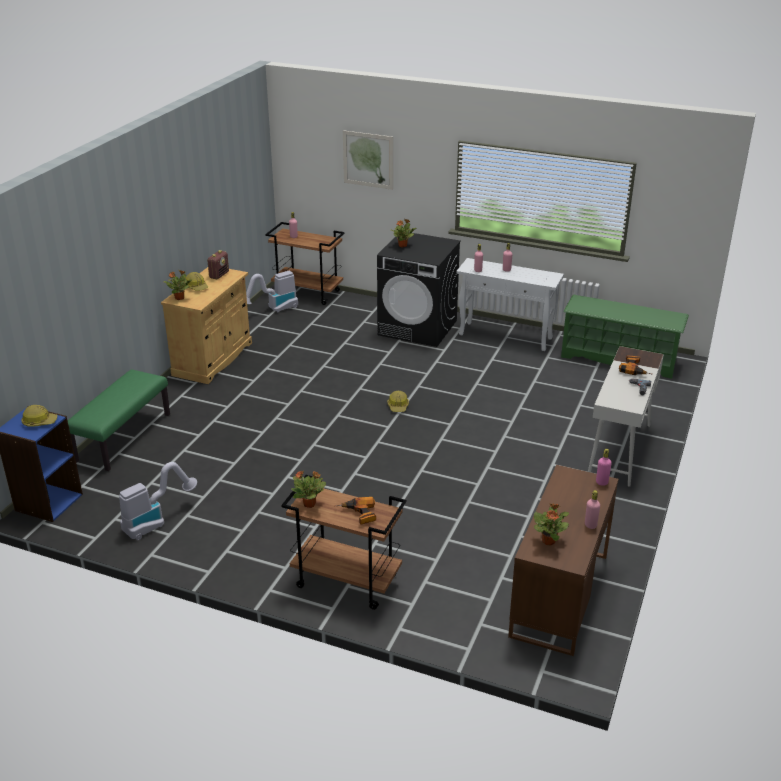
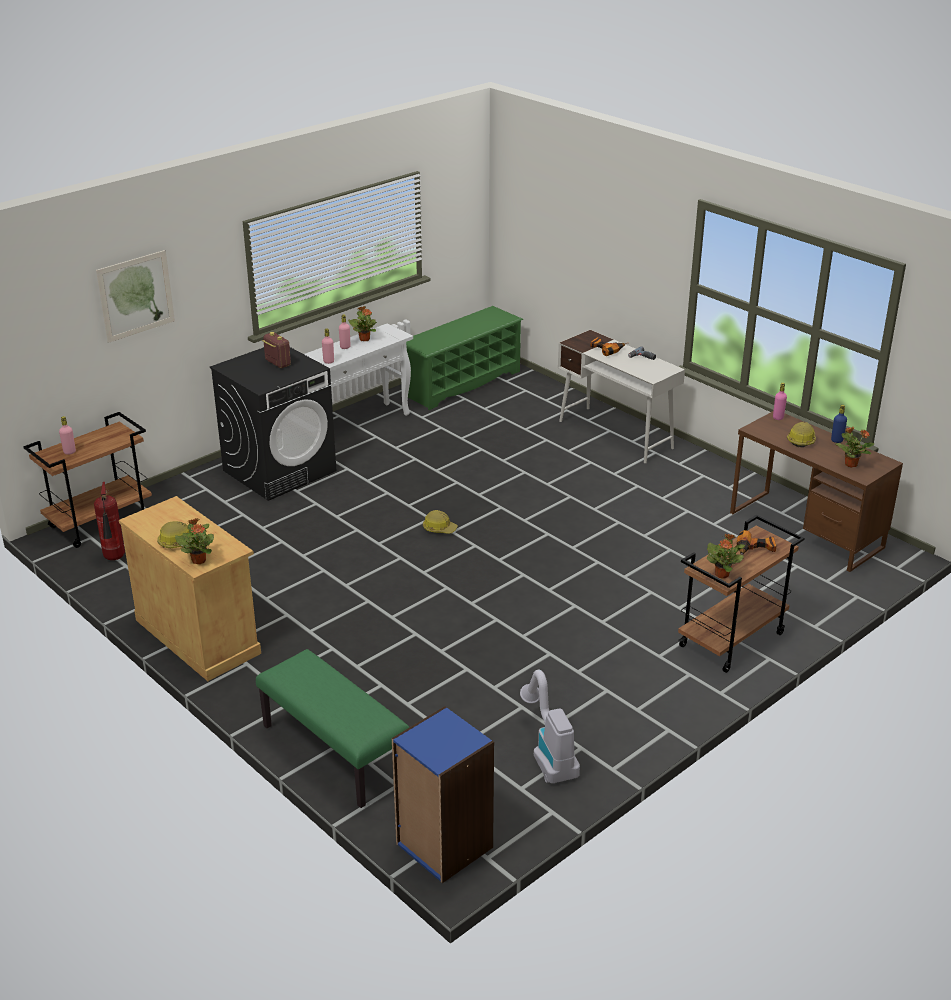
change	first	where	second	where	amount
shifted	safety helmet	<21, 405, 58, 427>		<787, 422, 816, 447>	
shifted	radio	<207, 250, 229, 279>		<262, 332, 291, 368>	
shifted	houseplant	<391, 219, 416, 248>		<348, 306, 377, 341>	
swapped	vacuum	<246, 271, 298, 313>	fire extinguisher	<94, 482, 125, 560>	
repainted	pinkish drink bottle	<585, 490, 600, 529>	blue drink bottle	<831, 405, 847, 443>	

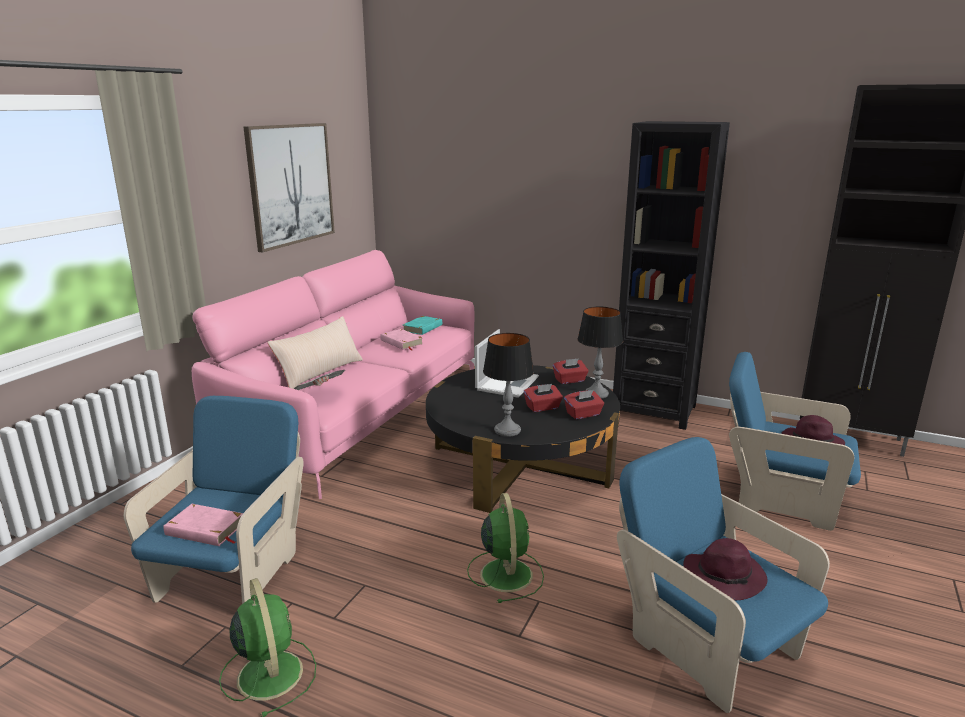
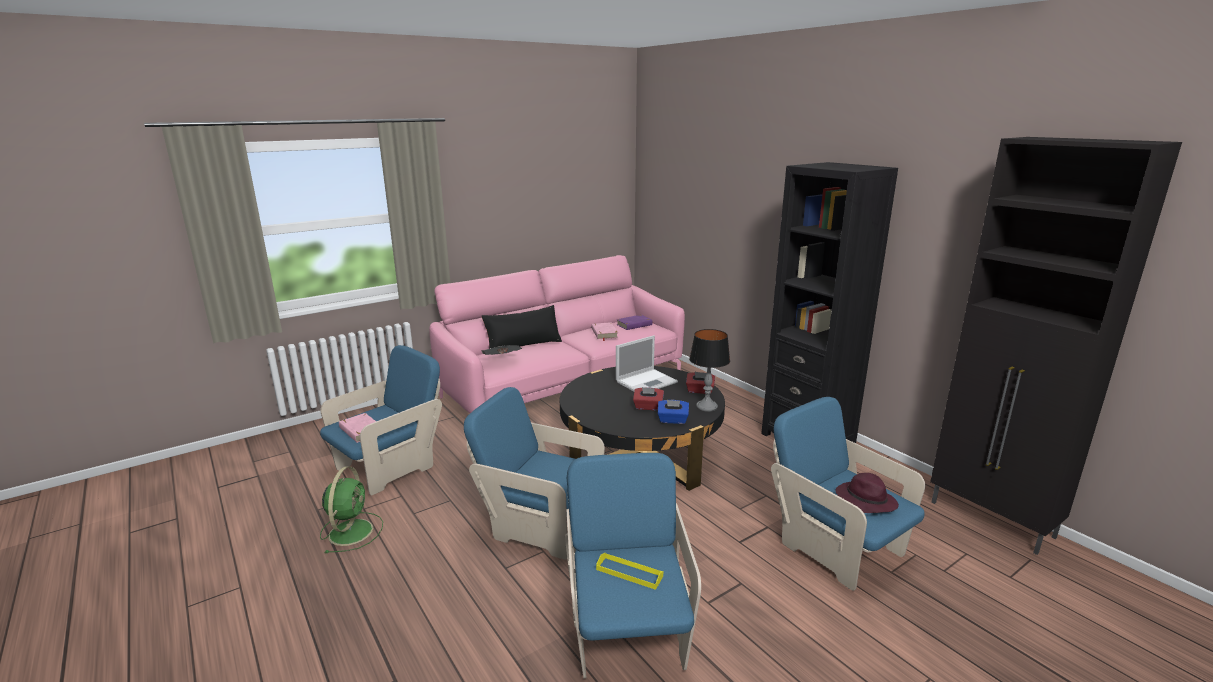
change	first	where	second	where	amount
gone	wall art	<244, 123, 335, 252>			
gone	tabletop lamp	<483, 333, 534, 437>			
swapped	green electric fan	<467, 493, 544, 603>	blue armchair	<464, 387, 605, 560>	
swapped	purplish wearable hat	<683, 538, 767, 600>	yellowish serving tray	<596, 553, 663, 590>	
repainted	beige-coloured throw pillow	<267, 316, 363, 389>	black-coloured throw pillow	<482, 305, 562, 349>	
repainted	turquoise book	<403, 316, 442, 335>	purplish book	<616, 315, 652, 330>	
repainted	red-coloured tissue box	<564, 390, 604, 419>	blue tissue box	<658, 400, 689, 424>	

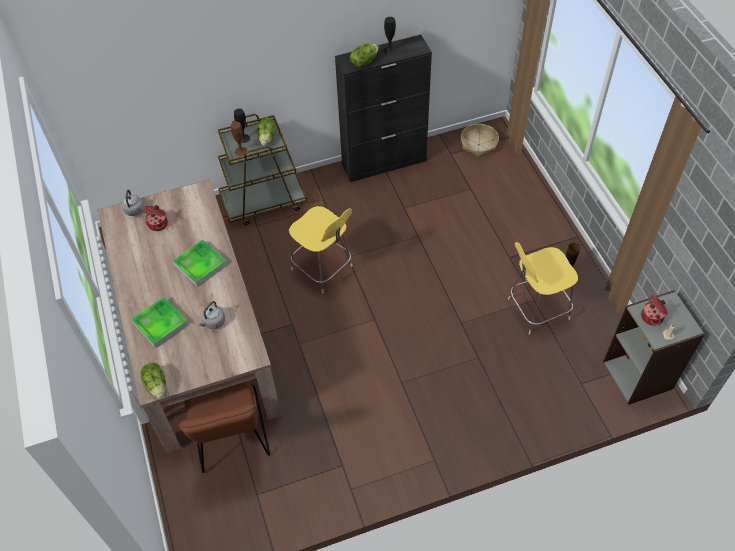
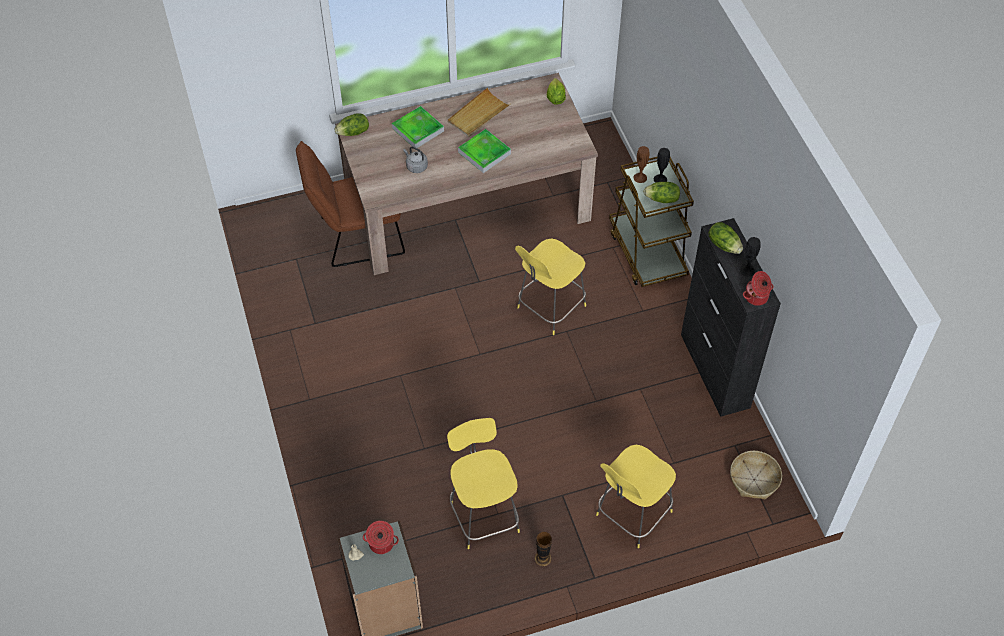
change	first	where	second	where	amount
new			beige-coloured serving tray	<448, 87, 511, 137>	
new			yellowish sitting stool	<596, 445, 676, 548>	
shifted	cooking pot	<144, 205, 168, 231>		<743, 271, 774, 306>	
swapped	gray water kettle	<121, 190, 144, 216>	lettuce	<547, 78, 566, 105>	

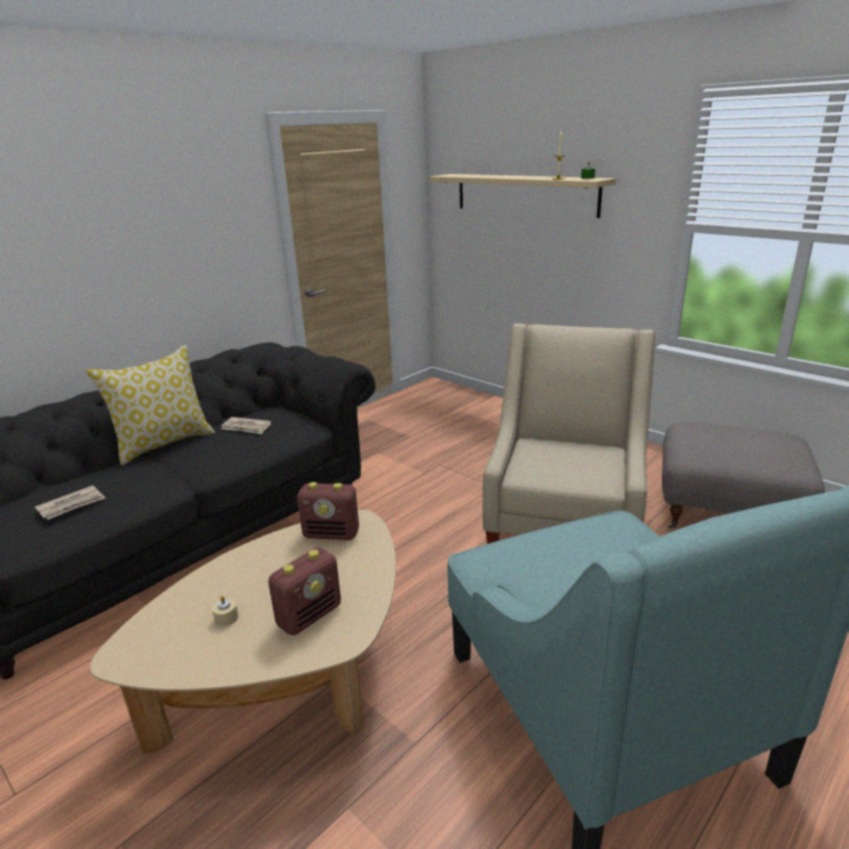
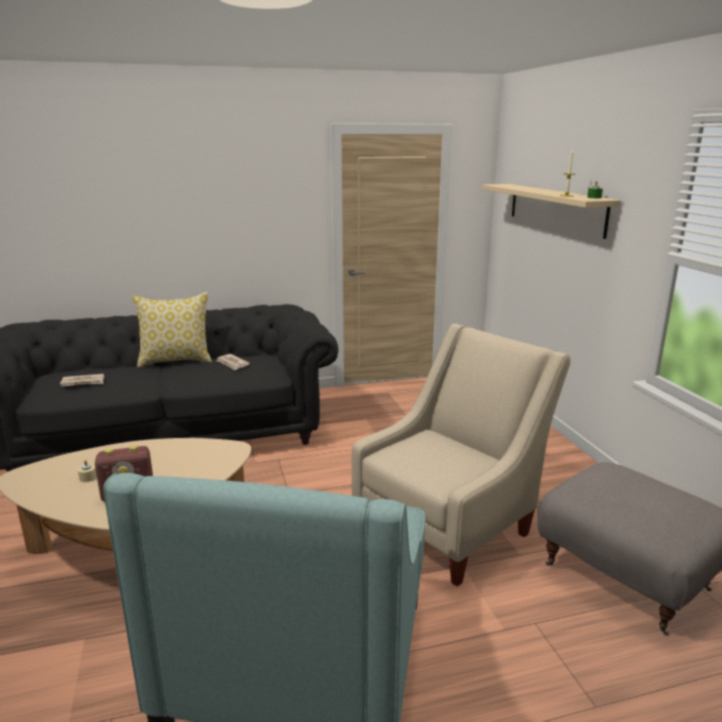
change	first	where	second	where	amount
gone	radio	<297, 482, 359, 540>			

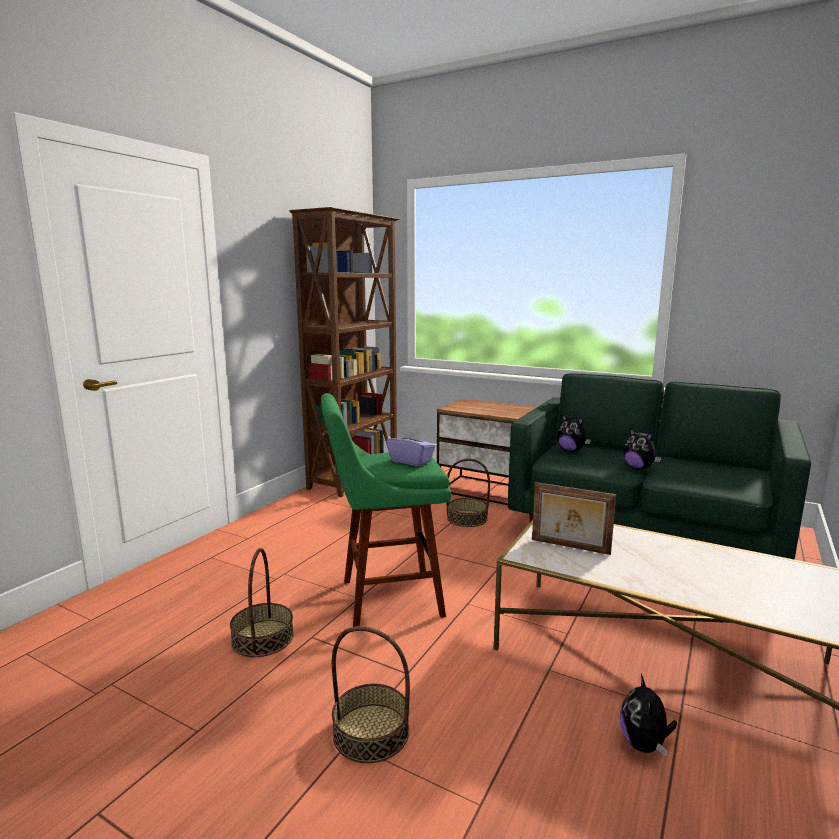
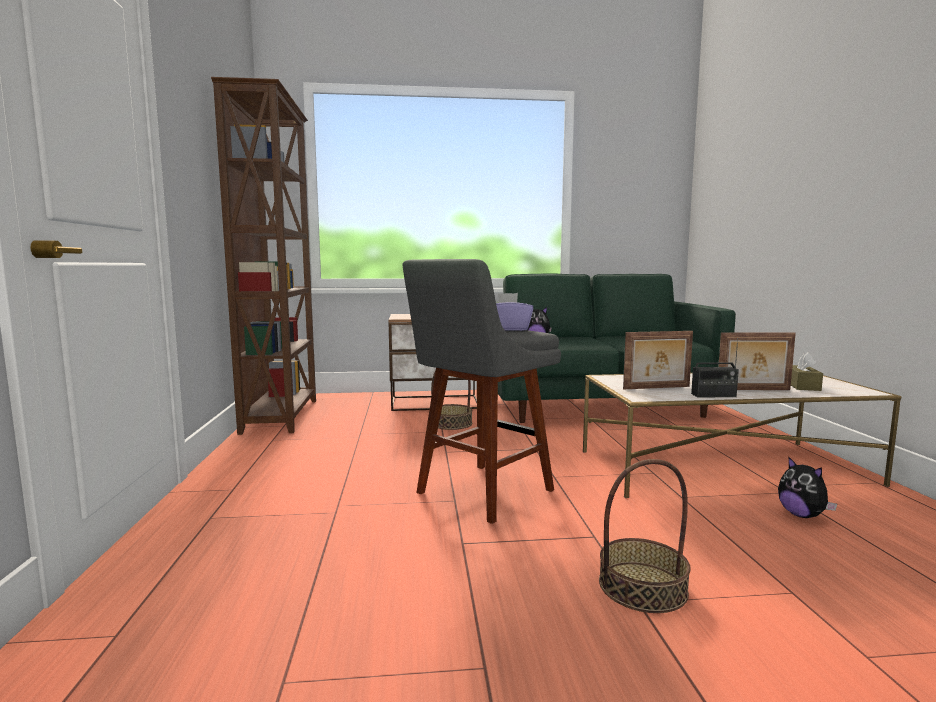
change	first	where	second	where	amount
gone	basket	<230, 548, 294, 657>			
gone	plush toy	<623, 428, 661, 469>			
new			radio	<691, 338, 739, 397>	
new			picture frame	<718, 332, 796, 390>	
new			brown tissue box	<791, 352, 823, 391>	
repainted	green sitting stool	<321, 393, 452, 627>	gray sitting stool	<403, 259, 561, 524>	

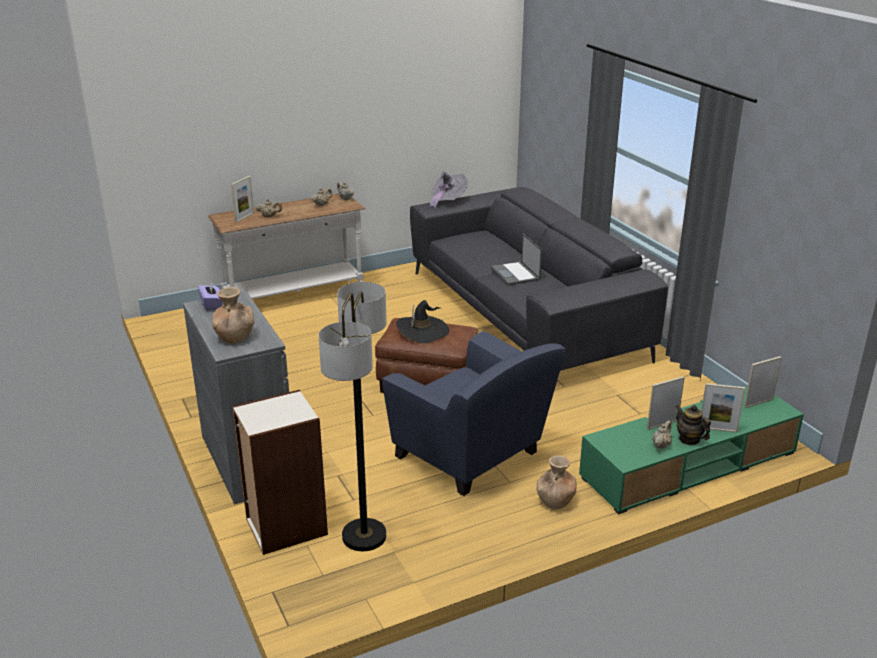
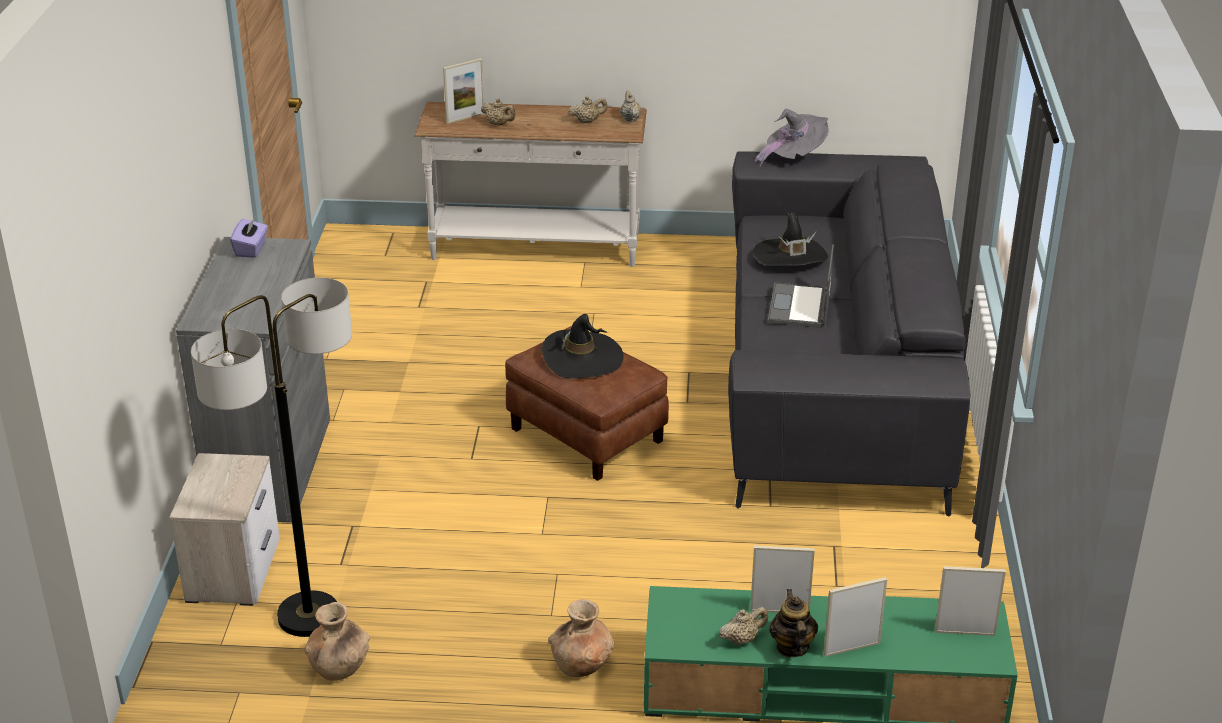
change	first	where	second	where	amount
gone	blue armchair	<382, 331, 566, 496>			
new			black-coloured wearable hat	<753, 212, 828, 266>	
shifted	brown flower vase	<212, 287, 254, 344>		<304, 602, 370, 681>	
swapped	bookcase	<232, 390, 328, 555>	night table	<169, 453, 280, 606>	
rotated	picture frame	<701, 383, 745, 433>		<823, 577, 887, 657>	120 degrees clockwise

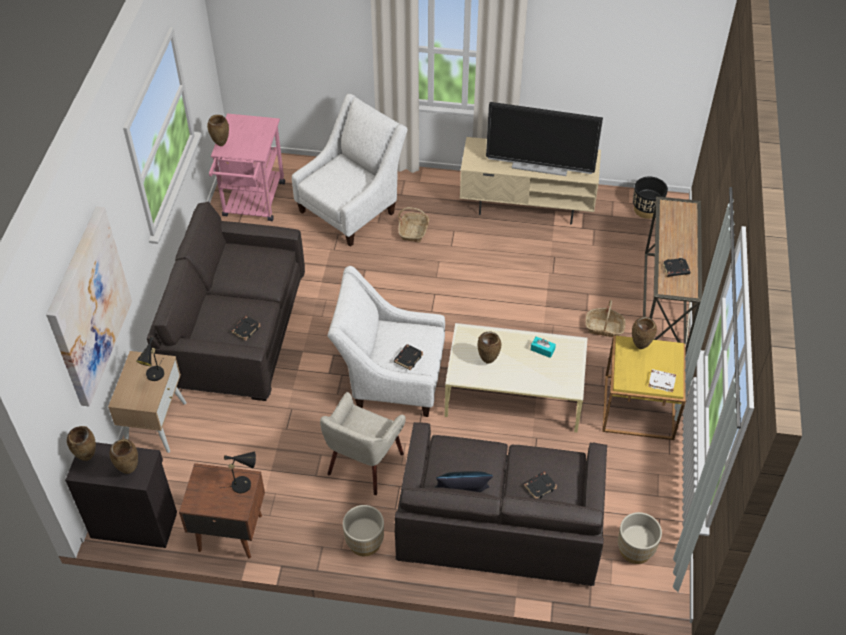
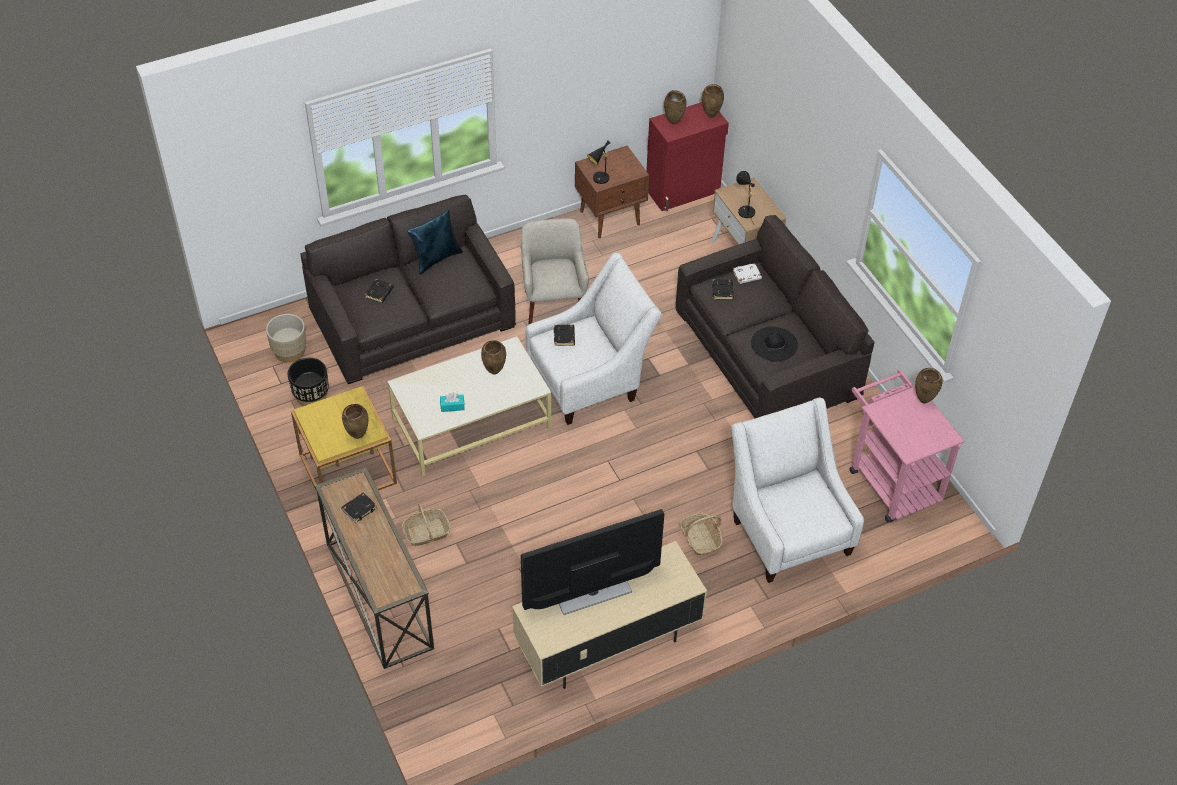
change	first	where	second	where	amount
gone	wall art	<46, 207, 132, 407>			
gone	beige-coloured planter	<343, 505, 384, 556>			
new			black-coloured wearable hat	<751, 327, 798, 362>	
shifted	black-coloured planter	<633, 176, 668, 219>		<288, 358, 329, 406>	
shifted	white-coloured book	<648, 369, 676, 392>		<733, 263, 762, 284>	
repainted	black-coloured cupboard	<65, 442, 177, 548>	red-coloured cupboard	<646, 102, 729, 211>	
rotated	white-coloured armchair	<292, 94, 407, 247>		<731, 397, 864, 583>	150 degrees clockwise

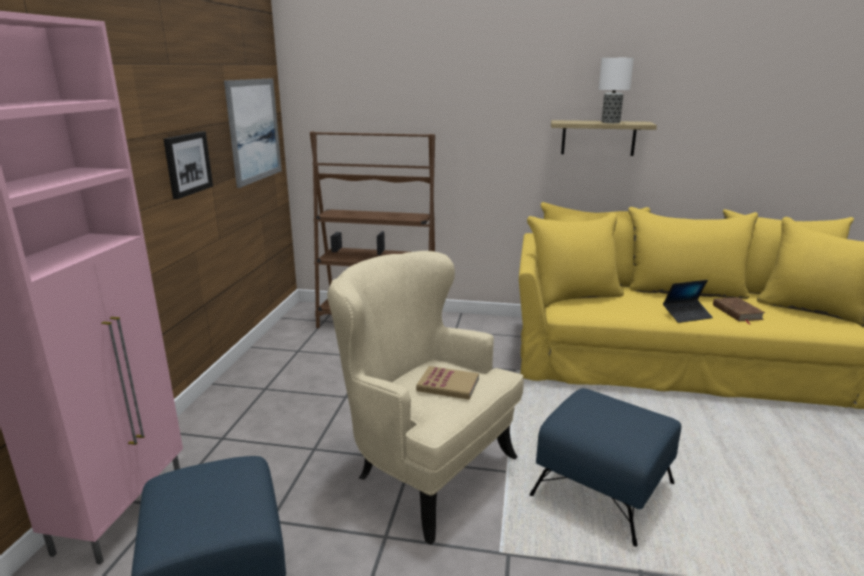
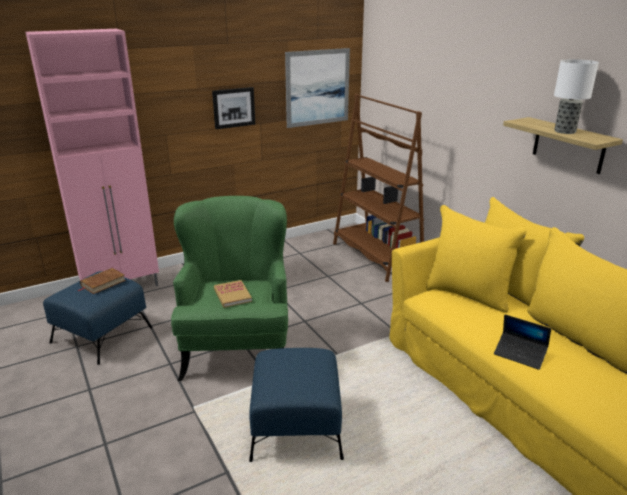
change	first	where	second	where	amount
shifted	brown book	<713, 297, 765, 324>		<78, 268, 126, 294>	
repainted	beige-coloured armchair	<327, 251, 524, 545>	green armchair	<171, 196, 288, 381>	

